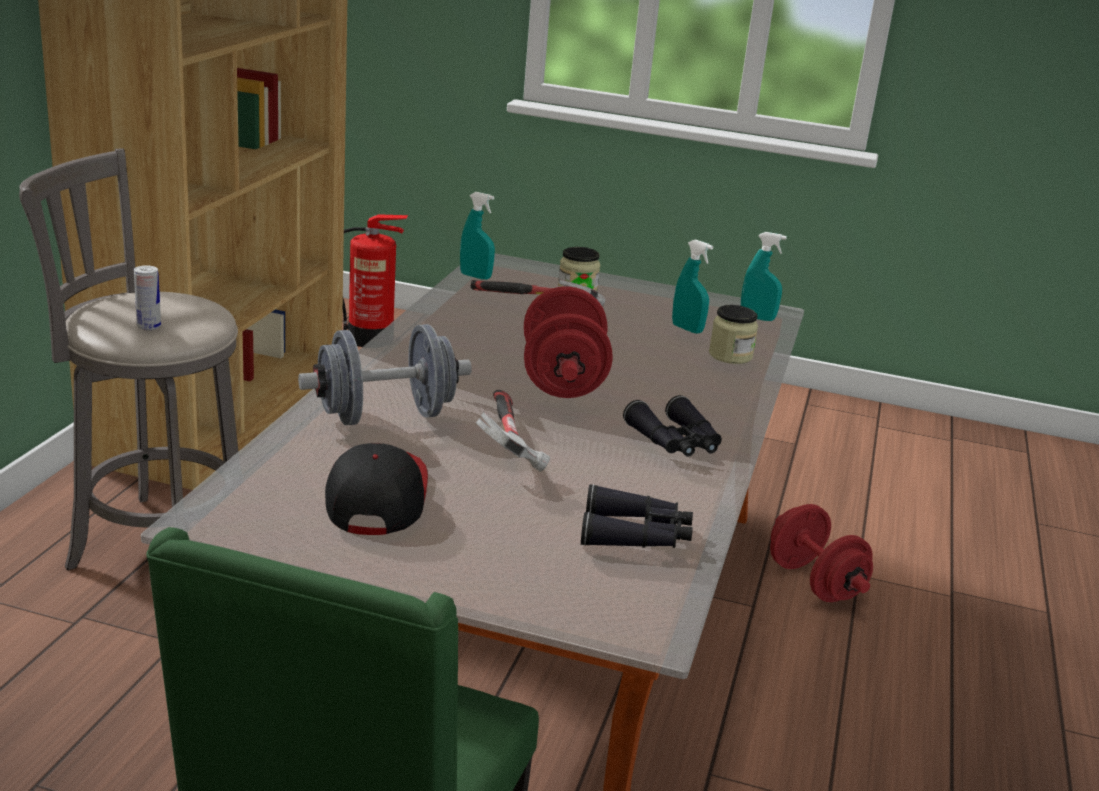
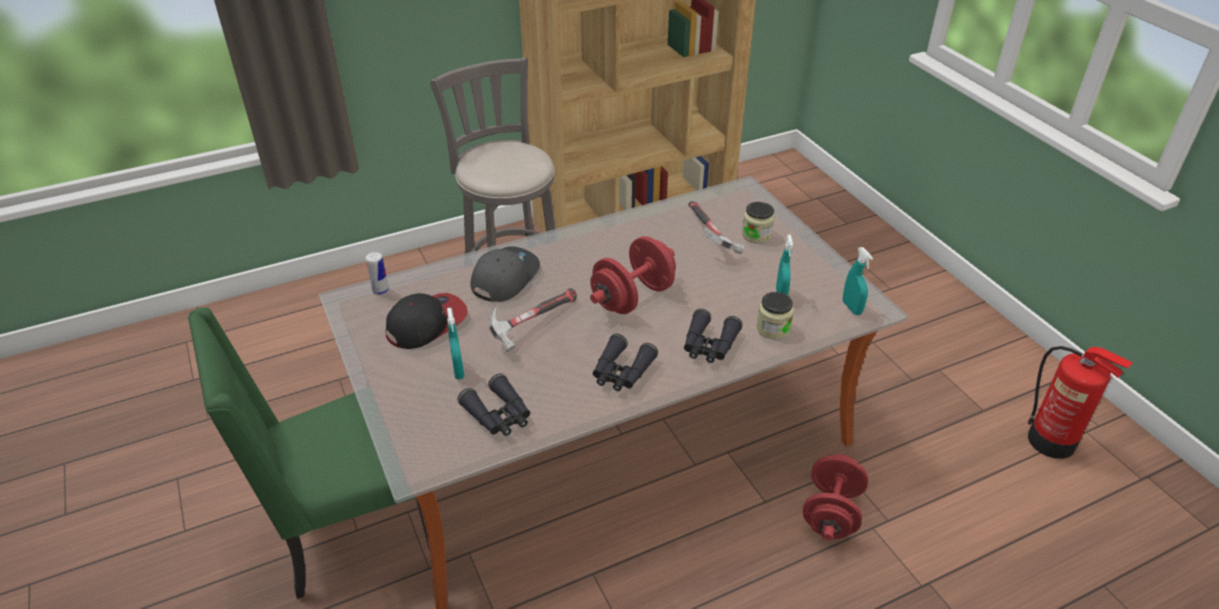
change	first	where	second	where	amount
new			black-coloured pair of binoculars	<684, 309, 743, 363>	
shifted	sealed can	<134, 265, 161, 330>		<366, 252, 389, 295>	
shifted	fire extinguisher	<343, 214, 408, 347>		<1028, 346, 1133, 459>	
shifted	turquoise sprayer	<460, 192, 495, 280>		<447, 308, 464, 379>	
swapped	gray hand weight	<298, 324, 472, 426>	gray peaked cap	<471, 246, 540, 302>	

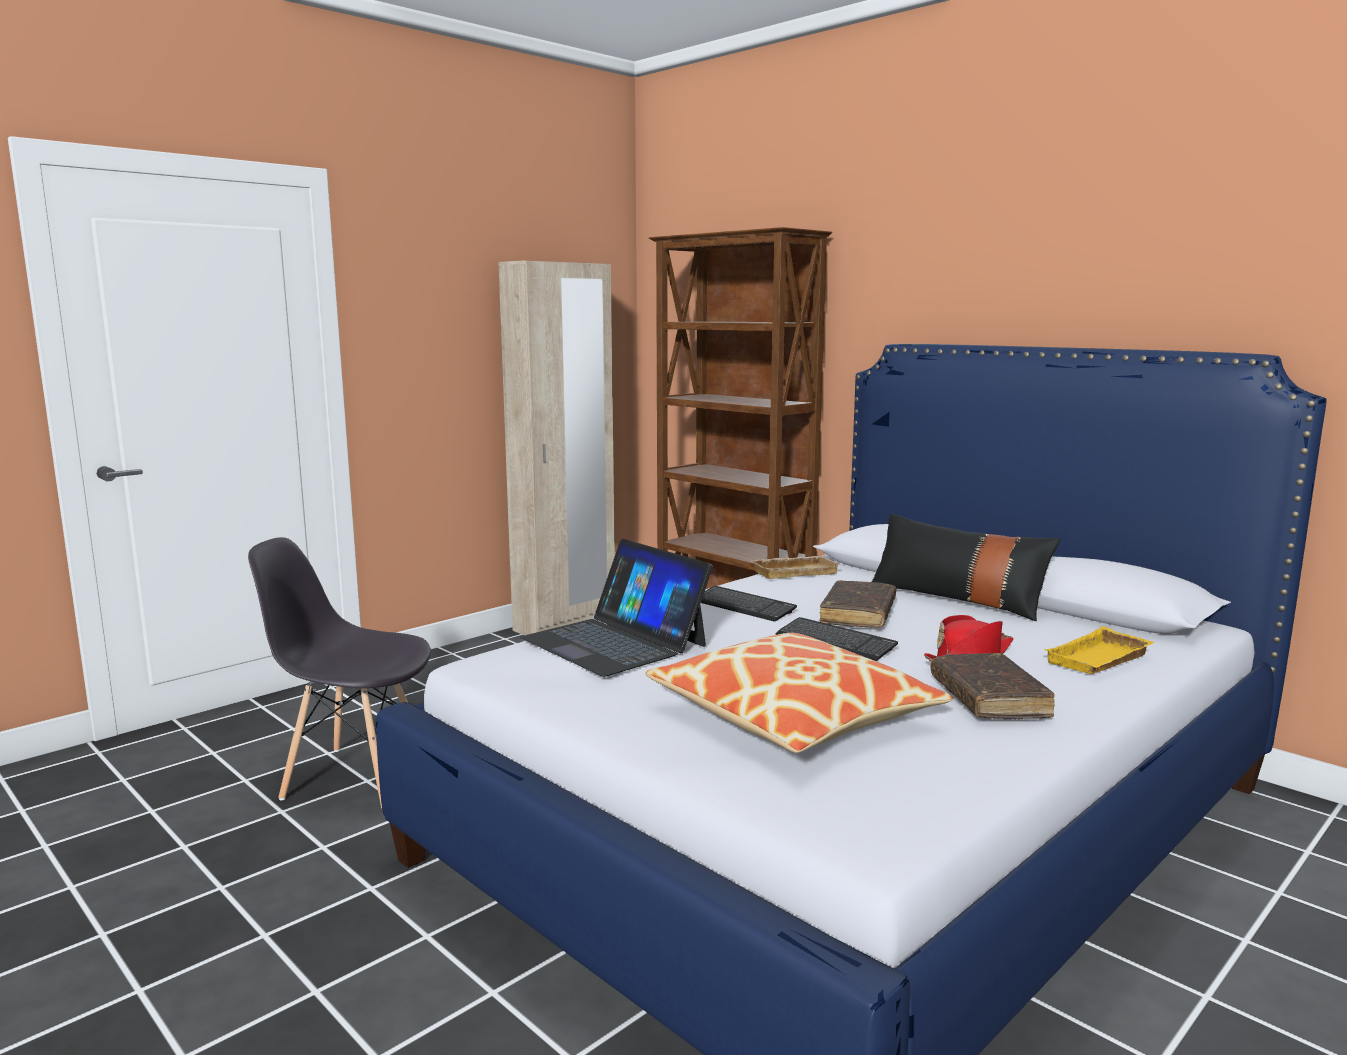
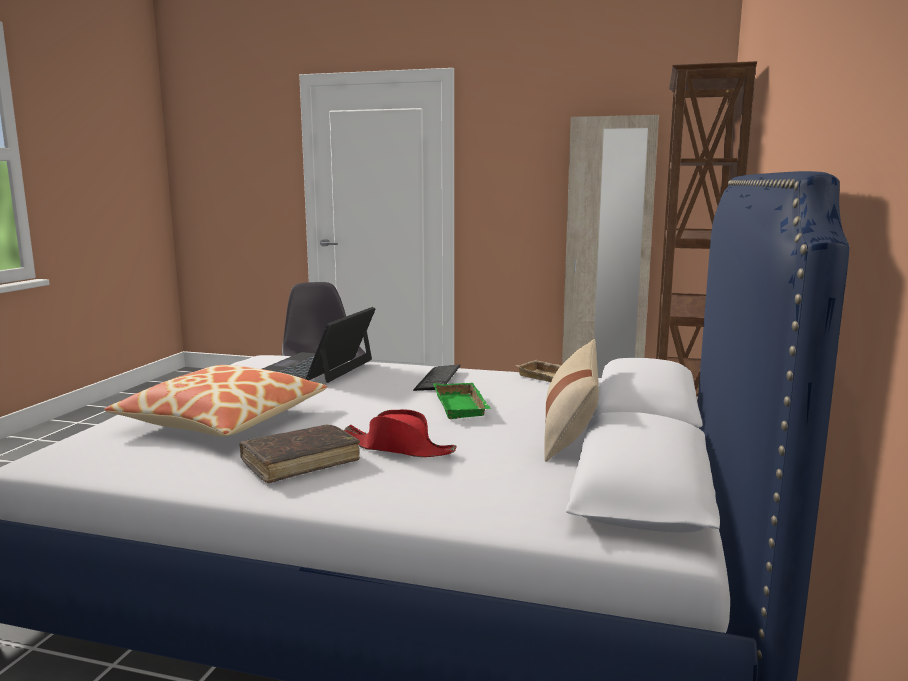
change	first	where	second	where	amount
gone	computer keyboard	<775, 617, 898, 661>			
gone	yellowish serving tray	<1045, 626, 1154, 674>			
swapped	brown book	<820, 580, 896, 628>	green serving tray	<433, 383, 491, 419>	
repainted	black-coloured throw pillow	<872, 513, 1060, 621>	beige-coloured throw pillow	<544, 339, 599, 462>	

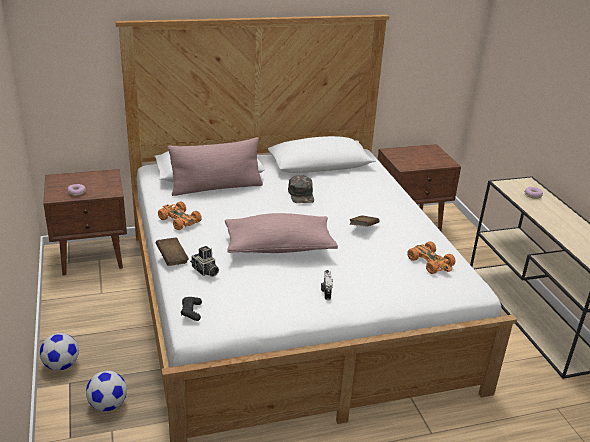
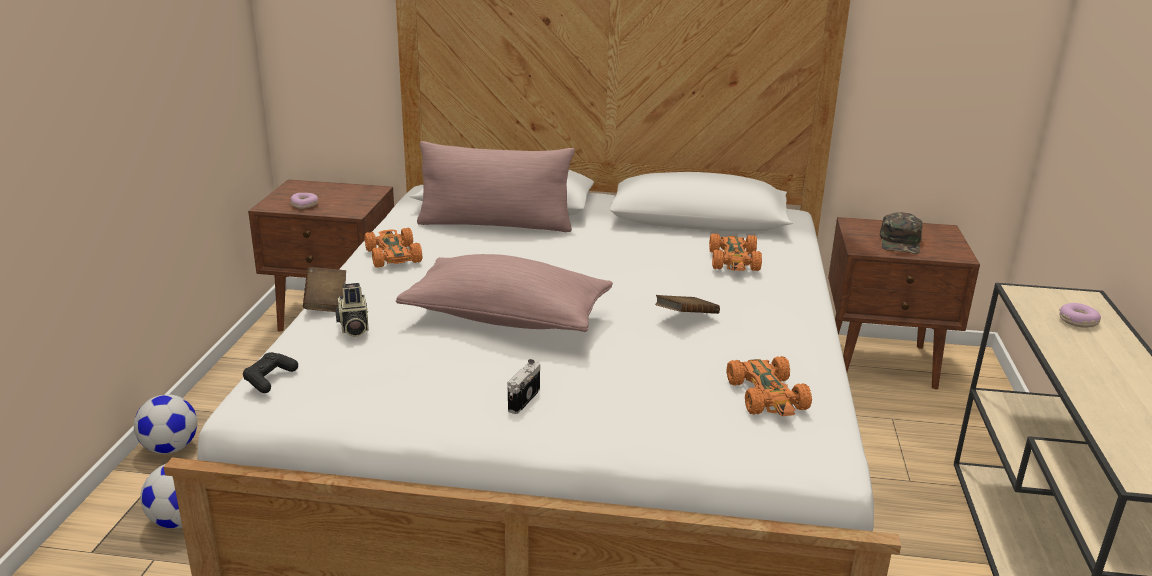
change	first	where	second	where	amount
new			orange model car	<709, 233, 762, 271>	
shifted	green peaked cap	<288, 175, 314, 203>		<880, 212, 923, 254>	

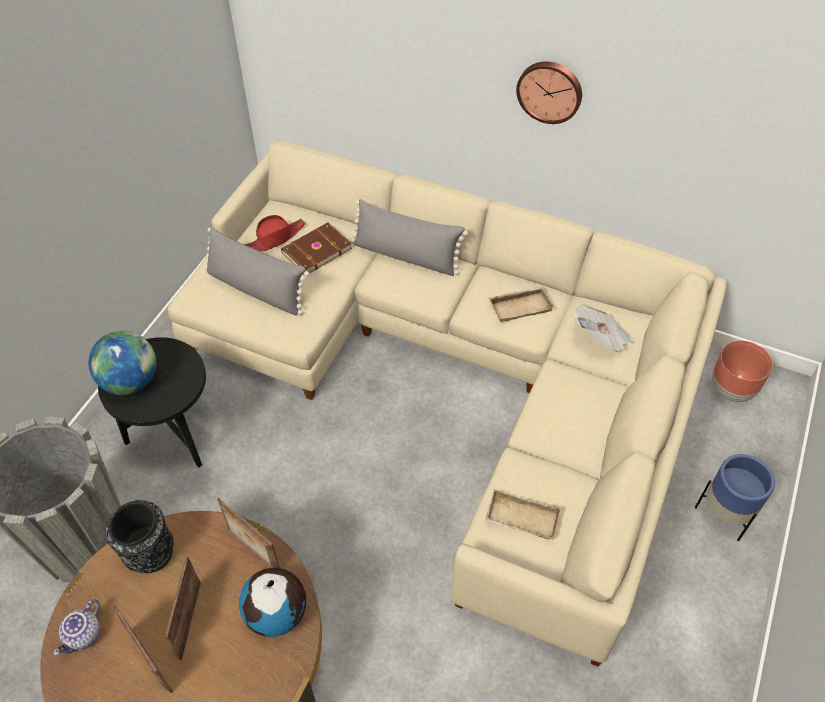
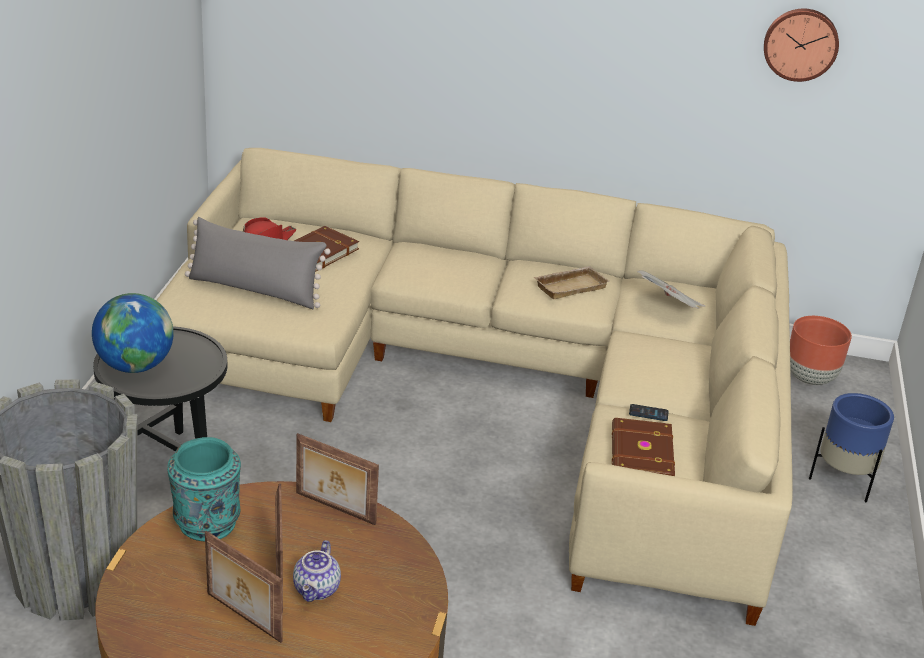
change	first	where	second	where	amount
gone	desk globe	<239, 568, 306, 637>			
gone	gray throw pillow	<350, 199, 468, 276>			
new			handset	<629, 404, 669, 421>	
shifted	tea pot	<54, 599, 100, 655>		<293, 540, 341, 602>	
shifted	wall clock	<516, 61, 582, 124>		<764, 9, 839, 82>	
swapped	beige-coloured serving tray	<485, 489, 562, 540>	brown book	<612, 418, 675, 476>	
repainted	black-coloured flower vase	<105, 500, 174, 573>	turquoise flower vase	<167, 437, 241, 541>	

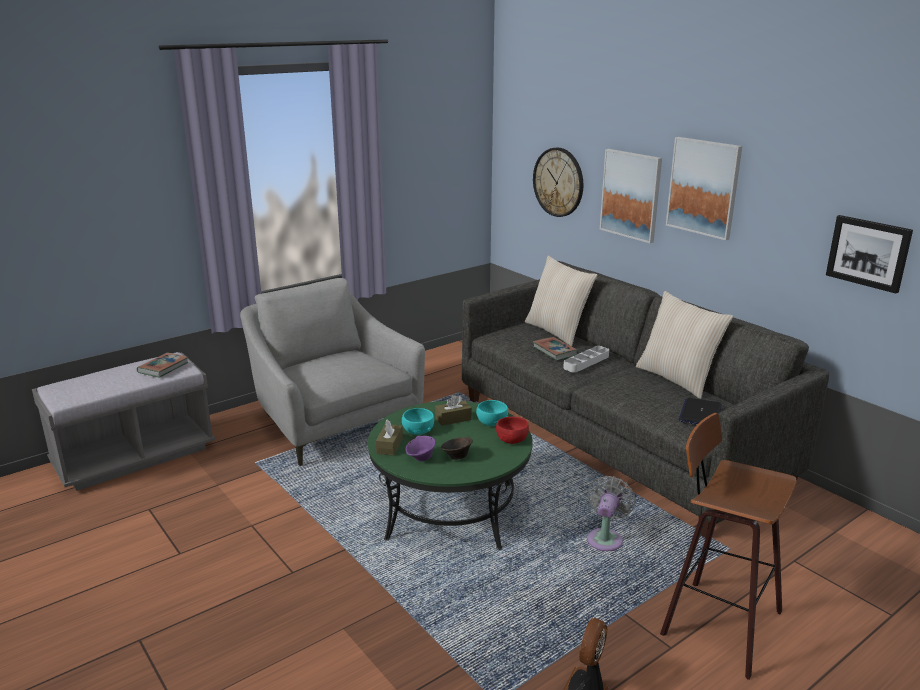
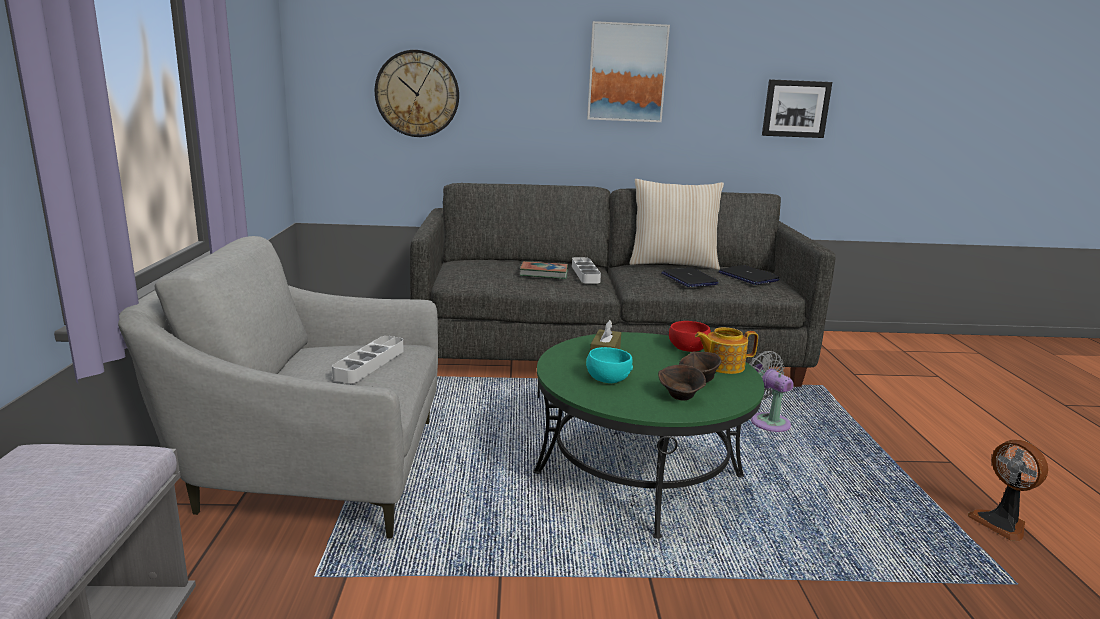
change	first	where	second	where	amount
gone	book	<137, 353, 189, 378>			
gone	brown tissue box	<376, 419, 403, 456>			
gone	turquoise serving bowl	<476, 400, 508, 426>			
gone	beige-coloured throw pillow	<525, 256, 598, 346>			
gone	wall art	<600, 149, 662, 243>			
gone	sitting stool	<660, 413, 797, 680>			
new			gray serving tray	<332, 336, 404, 383>	
new			notebook computer	<661, 268, 719, 287>	
new			tea pot	<695, 327, 758, 374>	
repainted	purplish serving bowl	<406, 436, 436, 461>	brown serving bowl	<658, 364, 706, 400>	

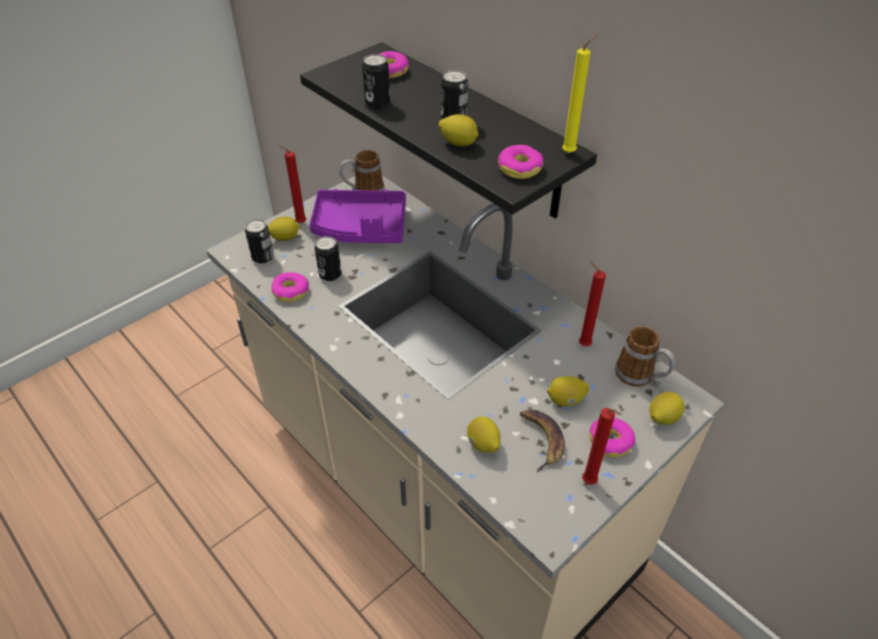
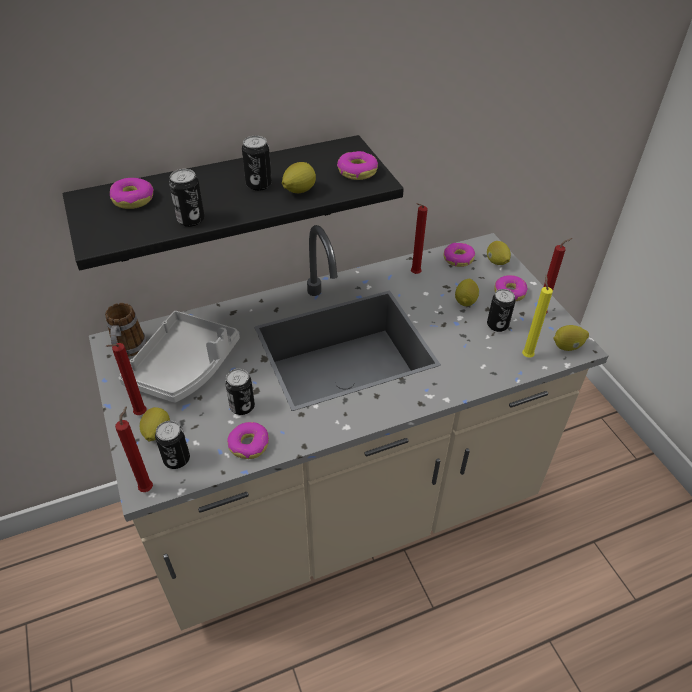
change	first	where	second	where	amount
new			red-coloured wax candle	<115, 406, 153, 492>	
shifted	citrus fruit	<467, 416, 501, 453>		<554, 325, 589, 351>	
shifted	yellowish wax candle	<562, 35, 597, 153>		<522, 275, 553, 358>	
swapped	banana fruit	<520, 409, 565, 472>	sealed can	<487, 289, 515, 332>	
swapped	tea mug	<615, 326, 676, 387>	ring doughnut	<444, 243, 475, 267>	
repainted	purplish serving tray	<309, 189, 406, 243>	gray serving tray	<119, 311, 240, 403>	

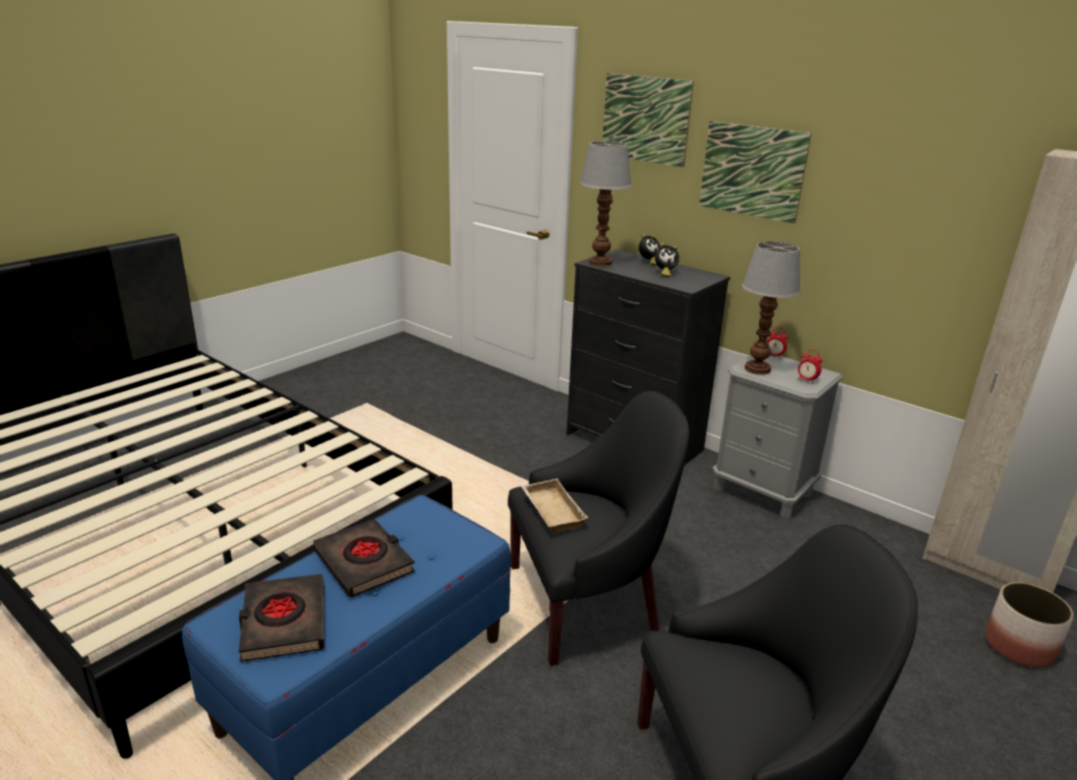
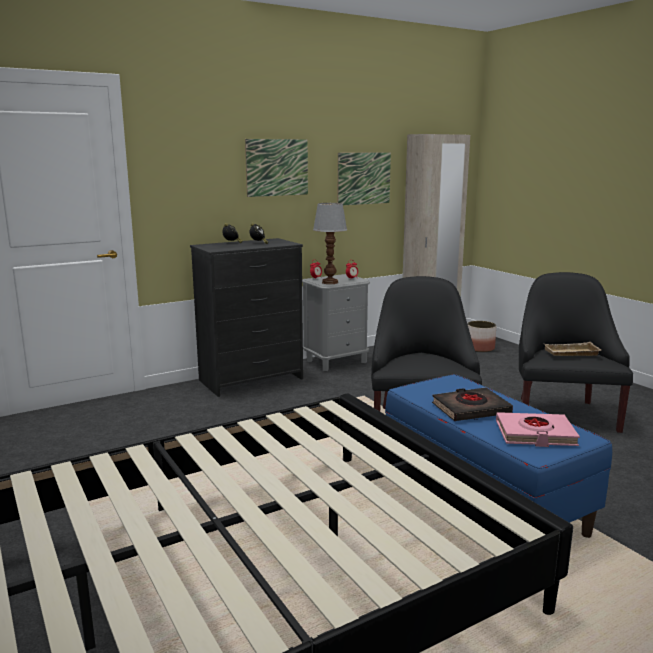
change	first	where	second	where	amount
gone	tabletop lamp	<580, 141, 632, 267>			
shifted	beige-coloured serving tray	<521, 478, 588, 532>		<544, 342, 601, 356>	
shifted	wall art	<602, 73, 694, 167>		<338, 153, 391, 205>	
repainted	black-coloured book	<239, 574, 324, 662>	pinkish book	<496, 412, 580, 447>	

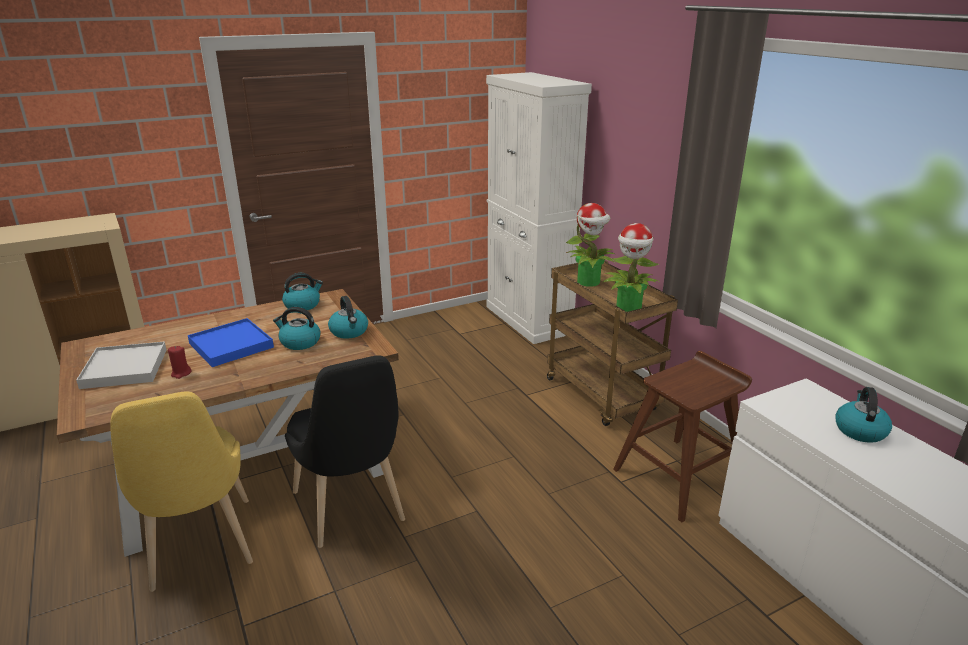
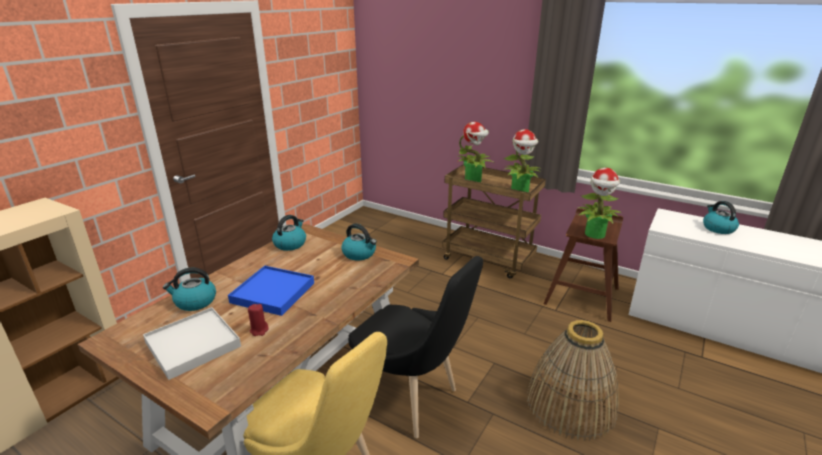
change	first	where	second	where	amount
gone	white-coloured cupboard	<486, 72, 592, 344>			
new			basket	<527, 320, 619, 441>	
new			houseplant	<578, 168, 621, 239>	
shifted	water kettle	<273, 307, 320, 350>		<163, 267, 216, 311>	

